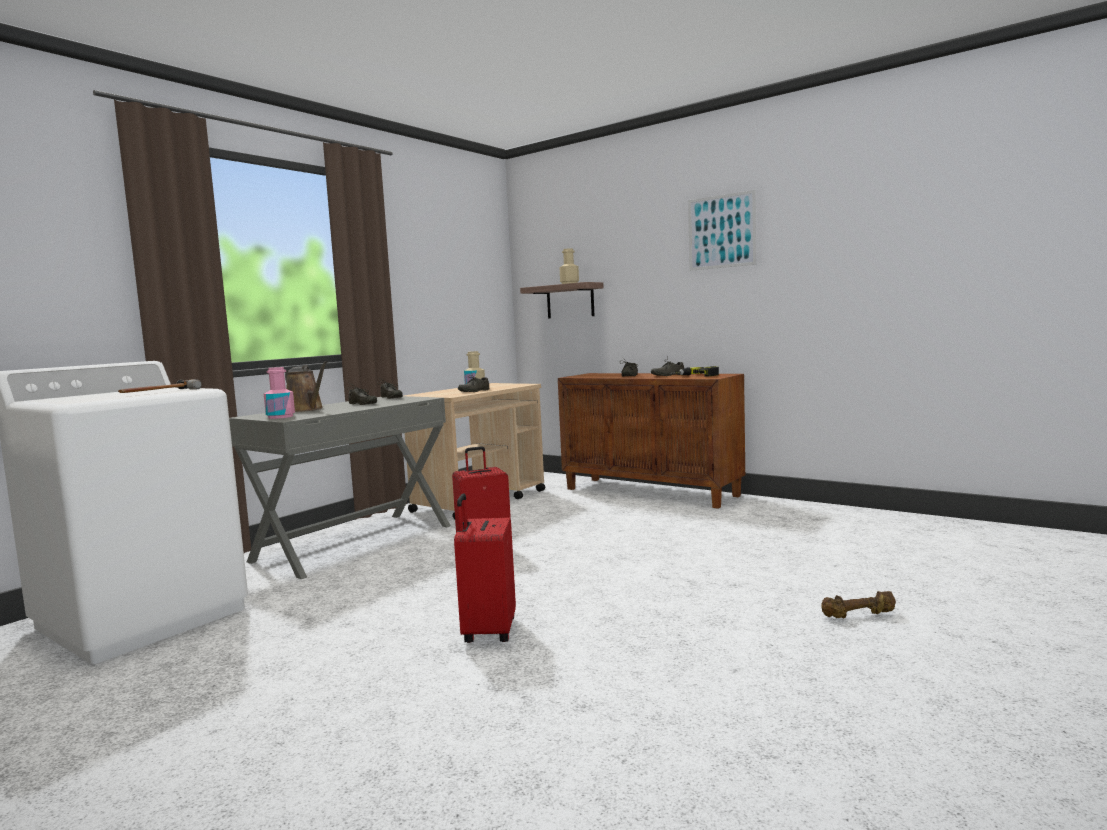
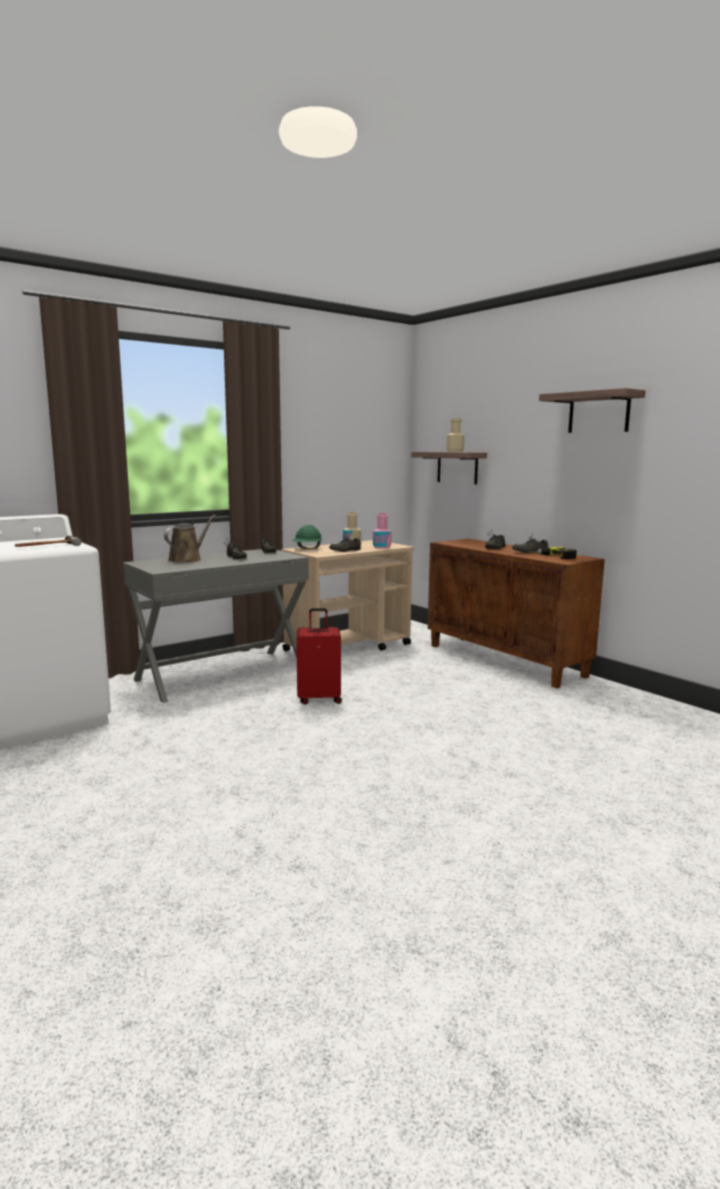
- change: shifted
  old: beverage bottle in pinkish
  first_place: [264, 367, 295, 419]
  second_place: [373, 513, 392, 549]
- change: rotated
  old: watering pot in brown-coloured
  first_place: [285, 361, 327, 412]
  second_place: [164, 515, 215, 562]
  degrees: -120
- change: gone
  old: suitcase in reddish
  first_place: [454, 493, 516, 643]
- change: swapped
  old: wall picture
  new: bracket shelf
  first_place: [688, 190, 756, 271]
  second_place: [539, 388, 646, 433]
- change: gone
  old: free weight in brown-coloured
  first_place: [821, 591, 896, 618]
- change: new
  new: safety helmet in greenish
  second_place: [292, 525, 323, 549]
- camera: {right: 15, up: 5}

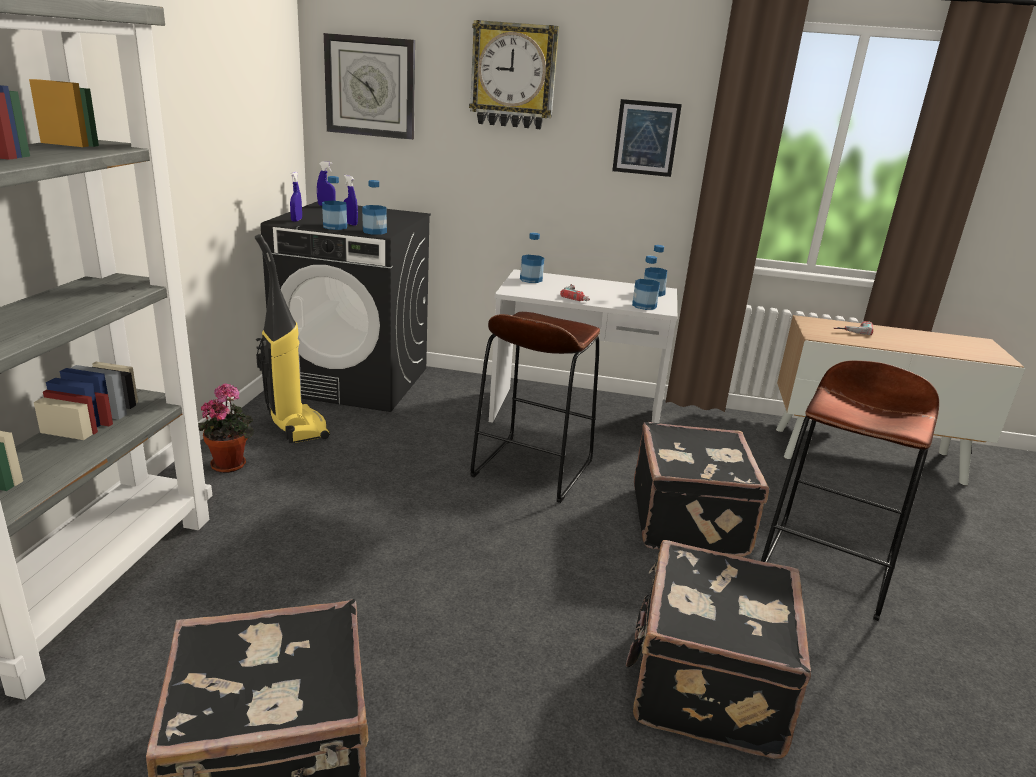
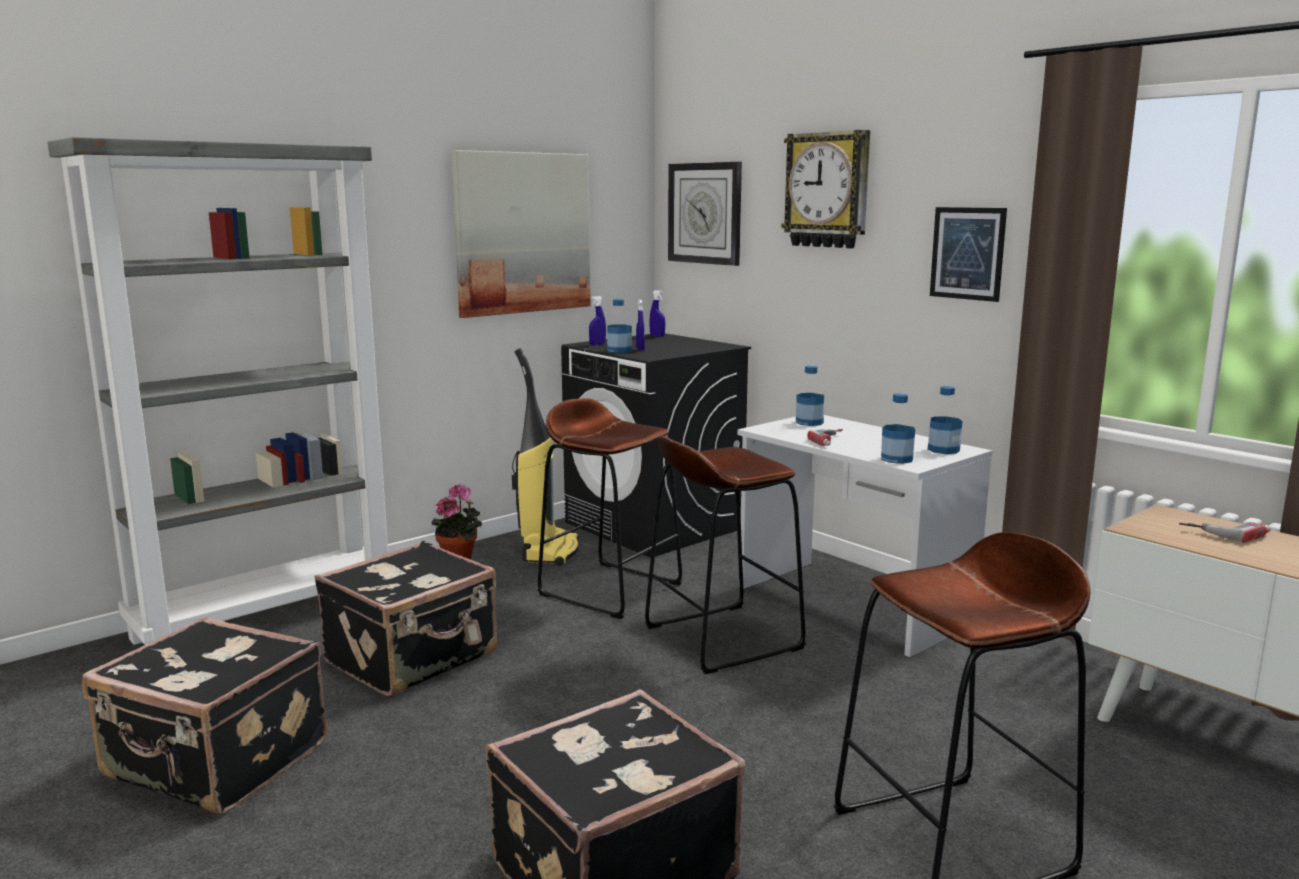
- change: gone
  old: beverage bottle
  first_place: [362, 180, 387, 235]
- change: shifted
  old: suitcase in black
  first_place: [634, 422, 769, 557]
  second_place: [315, 541, 497, 697]
- change: new
  new: wall picture
  second_place: [451, 150, 591, 318]
- change: new
  new: stool in brown-coloured
  second_place: [538, 398, 683, 619]
- camera: {right: 40, up: -10}

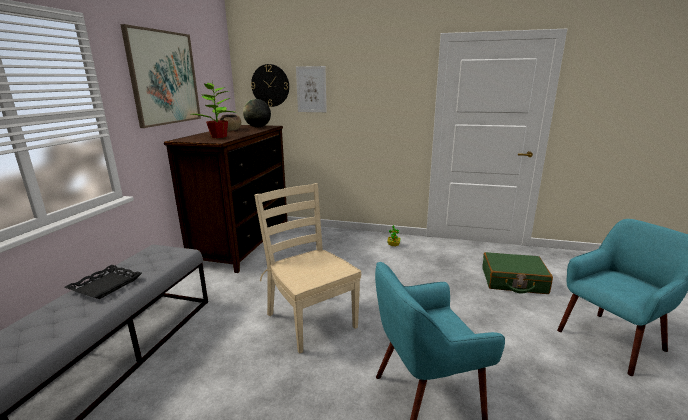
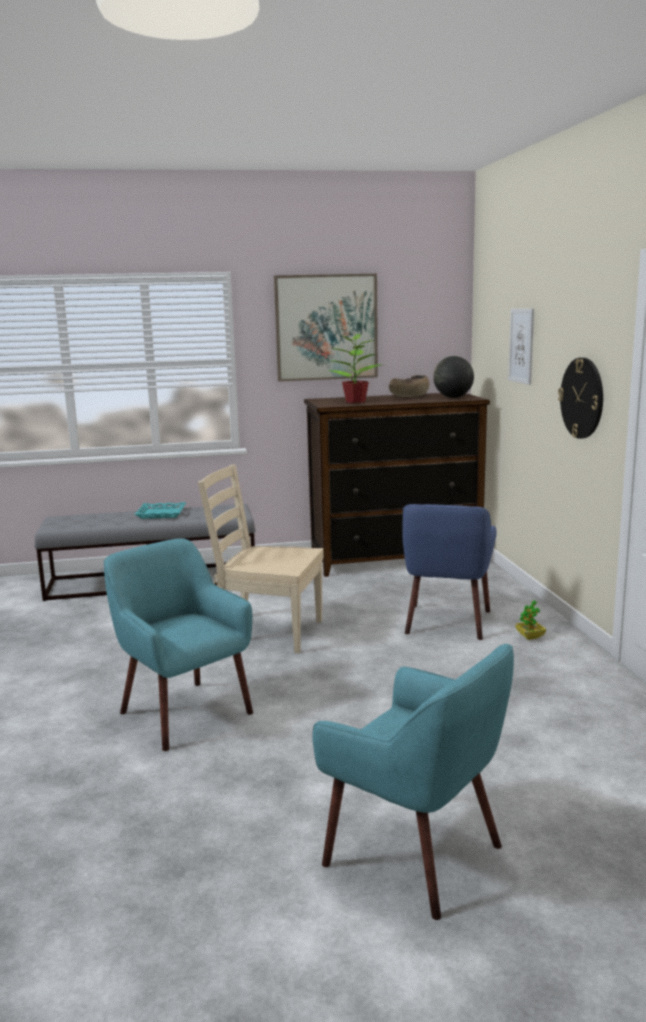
- change: repainted
  old: carrying tray in black
  new: carrying tray in blue-green
  first_place: [64, 265, 142, 299]
  second_place: [135, 502, 186, 519]
- change: shifted
  old: wall clock
  first_place: [251, 64, 289, 107]
  second_place: [558, 358, 603, 439]
- change: rotated
  old: plain chair in beige-coloured
  first_place: [254, 183, 361, 354]
  second_place: [198, 464, 324, 653]
  degrees: -105
- change: gone
  old: suitcase in greenish
  first_place: [482, 252, 553, 294]
- change: new
  new: armchair in bluish
  second_place: [402, 504, 496, 640]
- camera: {right: 65, up: -5}

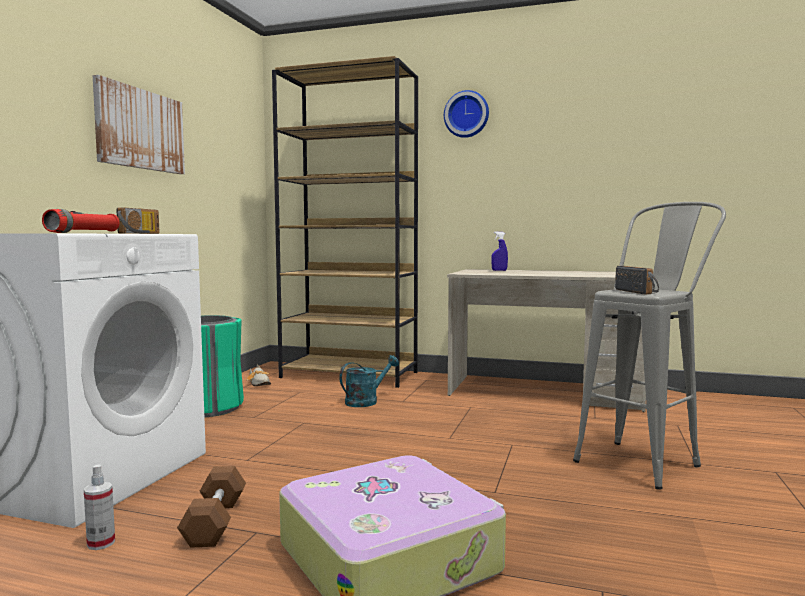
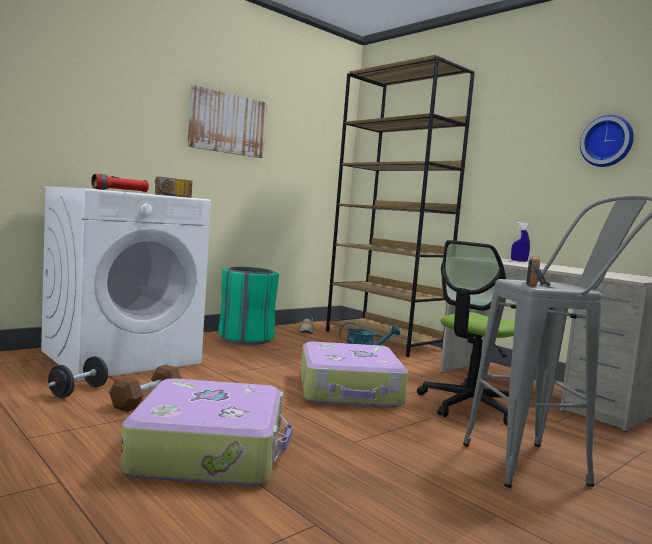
- change: swapped
  old: hand sprayer
  new: free weight in black
  first_place: [84, 464, 115, 550]
  second_place: [48, 356, 108, 398]
- change: shifted
  old: wall clock
  first_place: [444, 90, 489, 138]
  second_place: [580, 115, 634, 167]
- change: new
  new: suitcase
  second_place: [301, 342, 408, 407]
- change: new
  new: office chair
  second_place: [417, 240, 515, 425]
- camera: {right: 30, up: 0}

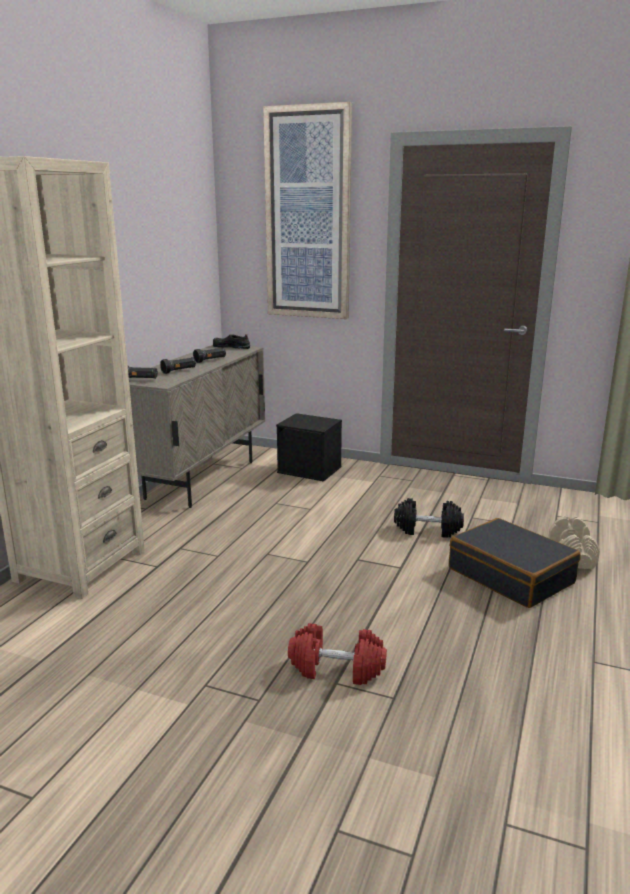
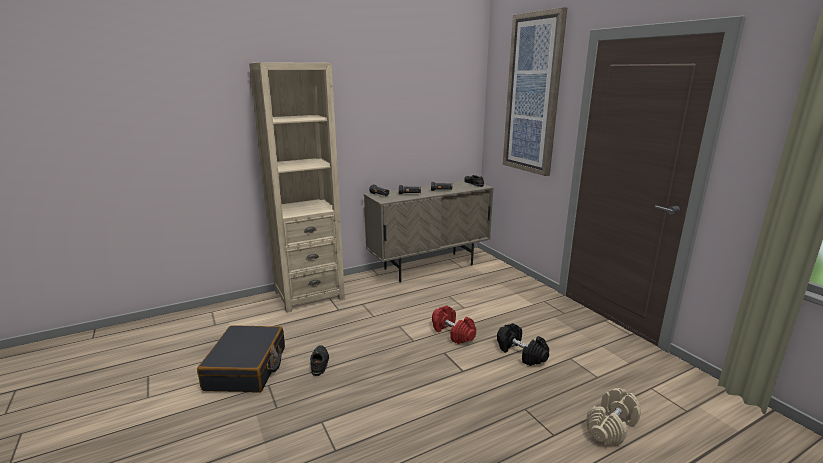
- change: gone
  old: storage box in black
  first_place: [276, 413, 342, 482]
- change: shifted
  old: free weight in reddish
  first_place: [288, 623, 387, 685]
  second_place: [432, 305, 476, 344]
- change: shifted
  old: suitcase in black
  first_place: [449, 518, 581, 608]
  second_place: [197, 325, 285, 393]
- change: new
  new: low shoe in black
  second_place: [310, 345, 329, 376]
- camera: {right: 40, up: 0}

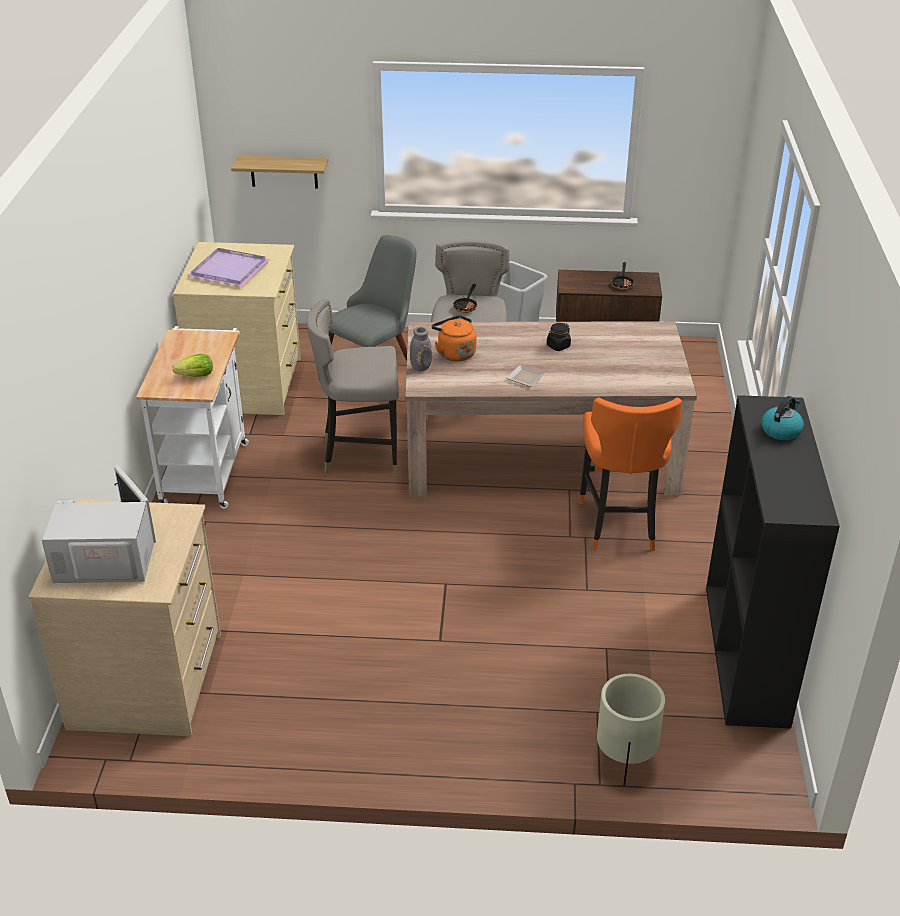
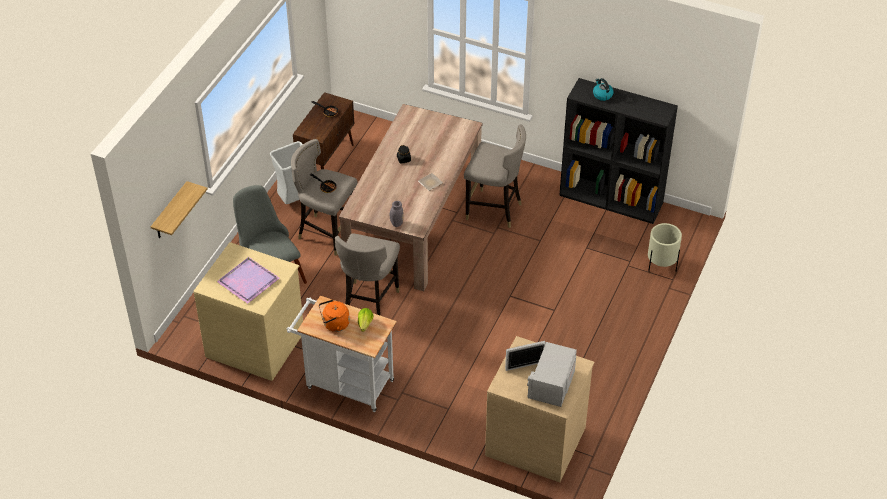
- change: shifted
  old: water kettle in orangey
  first_place: [431, 315, 476, 362]
  second_place: [319, 299, 350, 332]
- change: repainted
  old: stool in orangey
  new: stool in grey
  first_place: [579, 398, 682, 551]
  second_place: [464, 124, 526, 228]
- camera: {right: -70, up: 10}

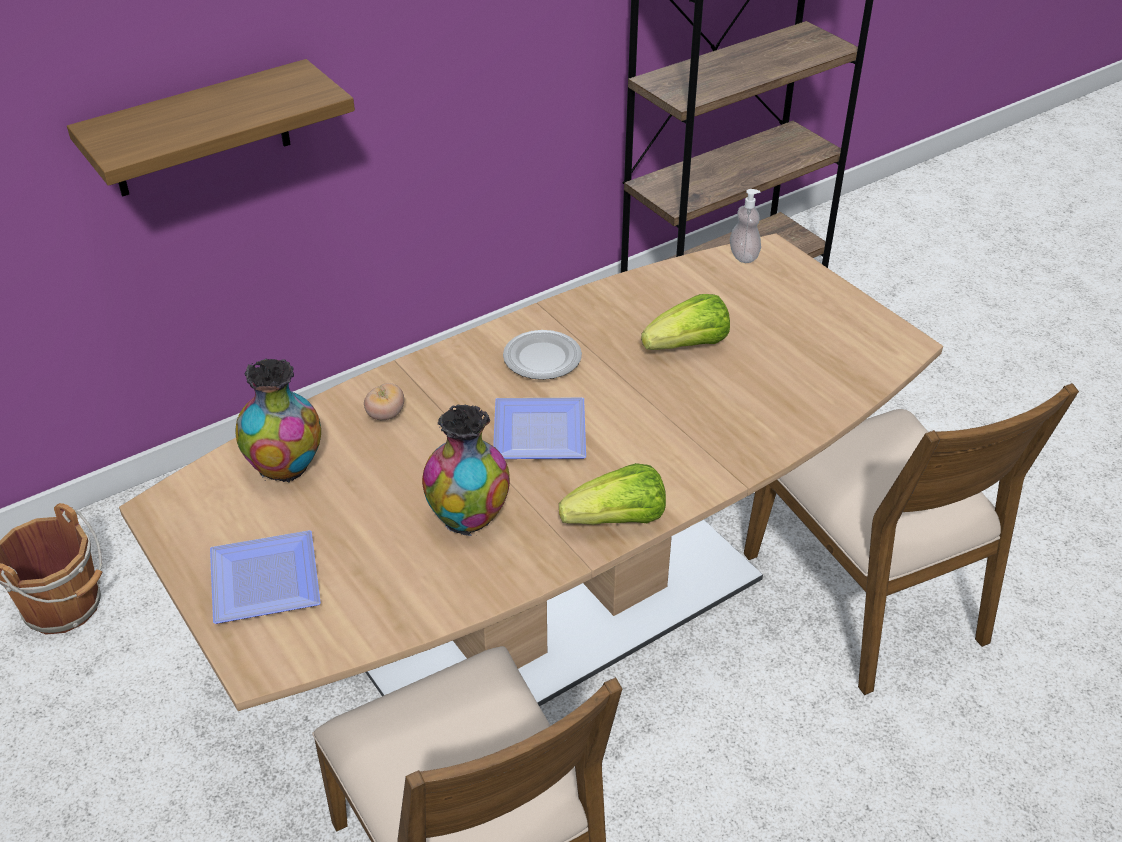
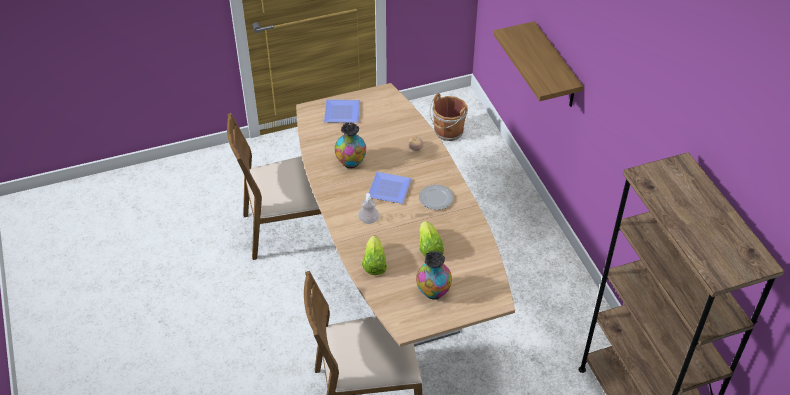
- change: shifted
  old: vase
  first_place: [235, 359, 321, 482]
  second_place: [416, 251, 452, 299]
- change: shifted
  old: lettuce
  first_place: [559, 463, 666, 525]
  second_place: [362, 236, 387, 275]
- change: shifted
  old: liquid soap bottle
  first_place: [730, 189, 761, 263]
  second_place: [358, 193, 379, 224]
- camera: {right: 105, up: 5}

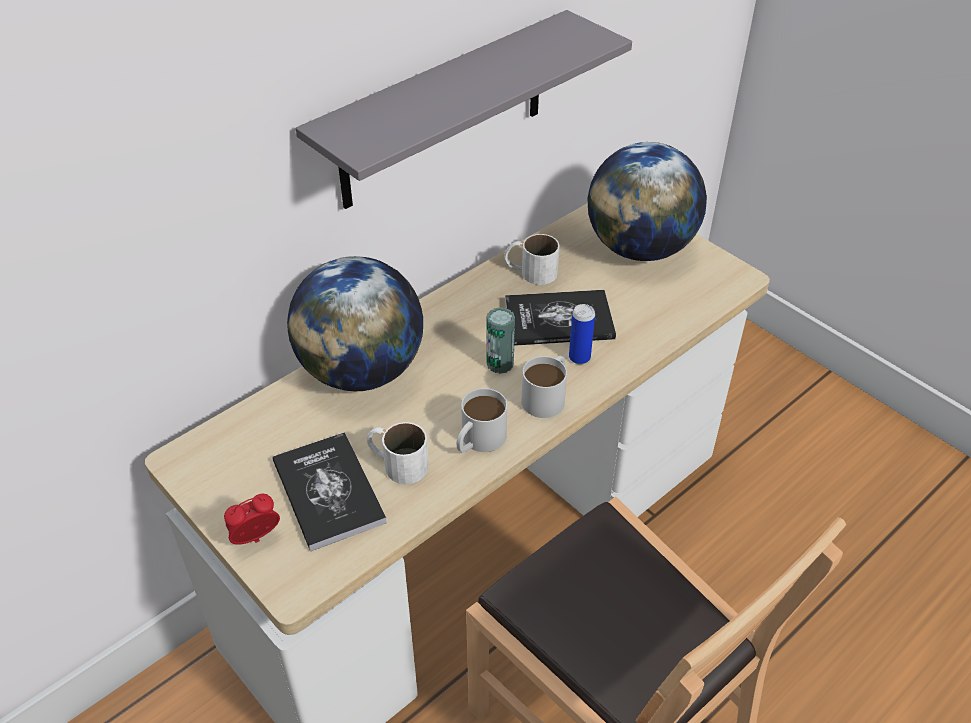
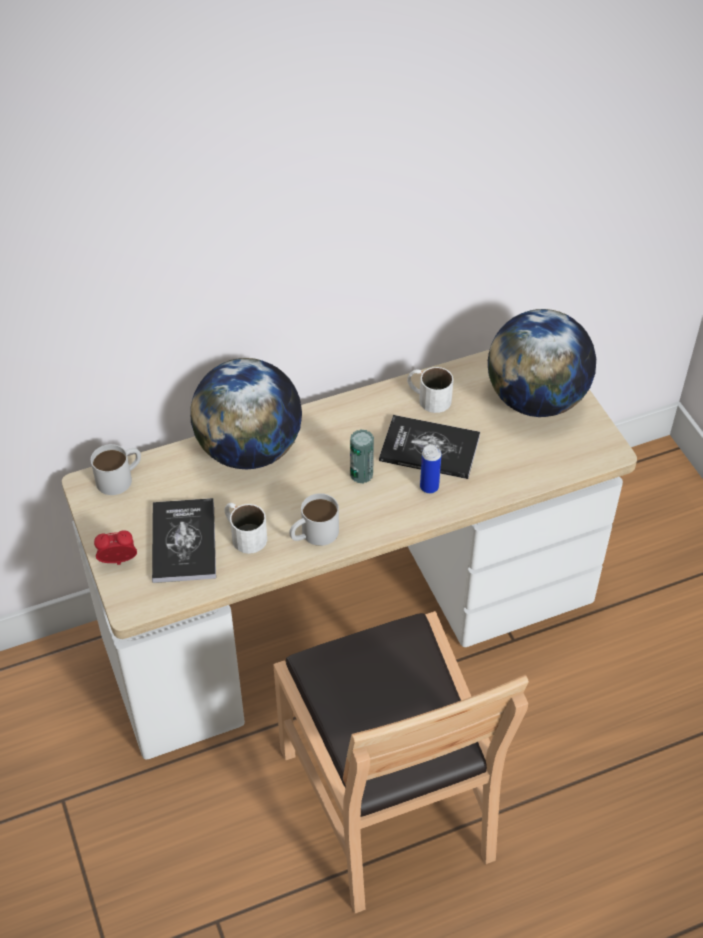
- change: gone
  old: bracket shelf in grey
  first_place: [296, 10, 632, 209]
- change: shifted
  old: tea mug in whitish
  first_place: [521, 356, 567, 418]
  second_place: [91, 444, 141, 495]
- camera: {right: 20, up: 5}

